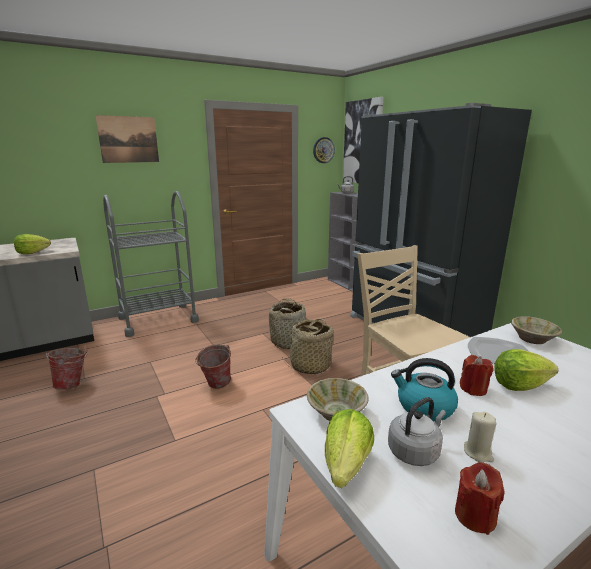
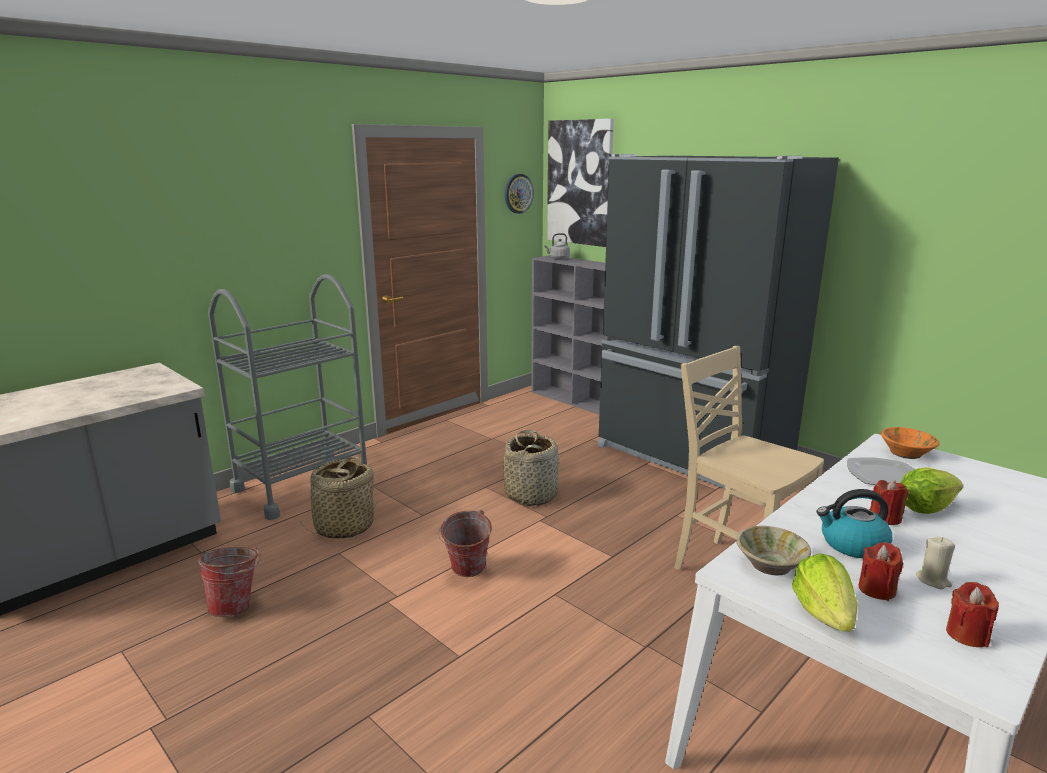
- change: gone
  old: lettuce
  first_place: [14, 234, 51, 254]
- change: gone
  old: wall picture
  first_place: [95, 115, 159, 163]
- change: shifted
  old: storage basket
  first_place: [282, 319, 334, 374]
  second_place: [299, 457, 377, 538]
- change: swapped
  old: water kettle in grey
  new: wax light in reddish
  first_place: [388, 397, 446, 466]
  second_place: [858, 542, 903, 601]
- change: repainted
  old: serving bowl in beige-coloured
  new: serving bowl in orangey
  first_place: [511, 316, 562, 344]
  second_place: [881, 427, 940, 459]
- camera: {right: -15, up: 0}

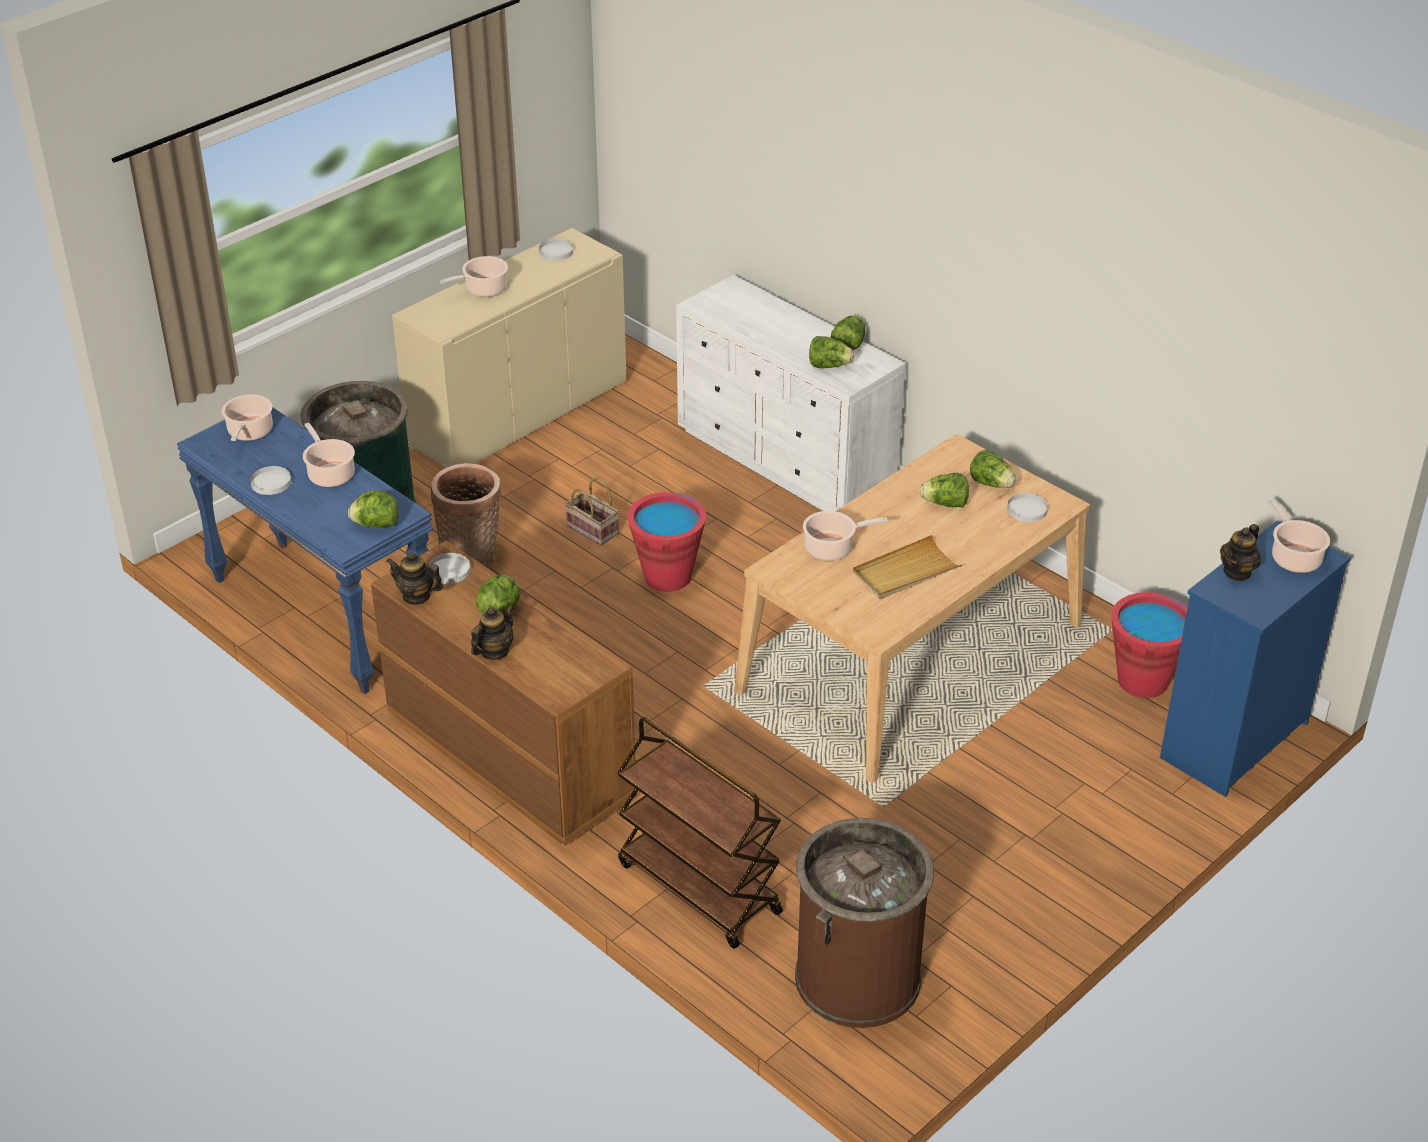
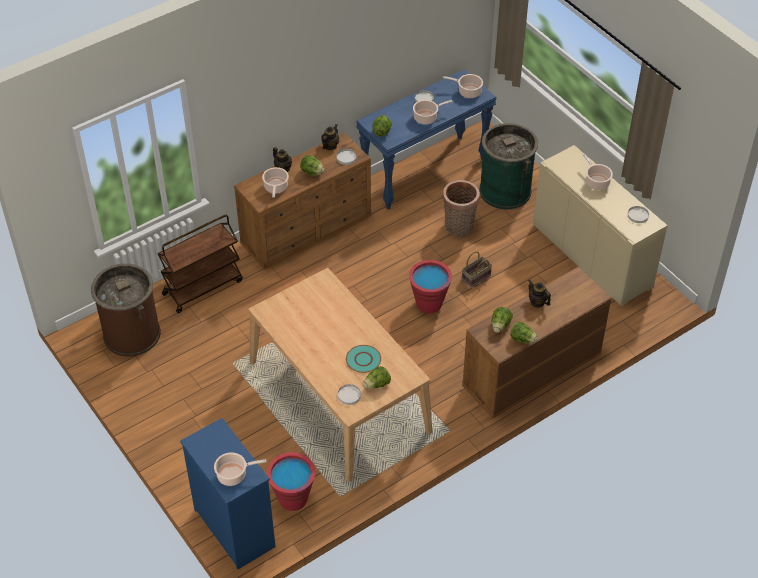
- change: repainted
  old: chest of drawers in whitish
  new: chest of drawers in brown-coloured
  first_place: [676, 275, 906, 511]
  second_place: [462, 267, 612, 418]
- change: shifted
  old: cooking pot
  first_place: [803, 511, 888, 561]
  second_place: [262, 167, 289, 198]
- change: gone
  old: carrying tray in beige-coloured
  first_place: [853, 535, 963, 599]
- change: swapped
  old: lettuce
  new: plate in blue-green
  first_place: [920, 473, 969, 507]
  second_place: [346, 345, 381, 373]
- change: shifted
  old: teapot
  first_place: [1220, 524, 1261, 581]
  second_place: [528, 280, 551, 307]
- camera: {right: 100, up: 10}

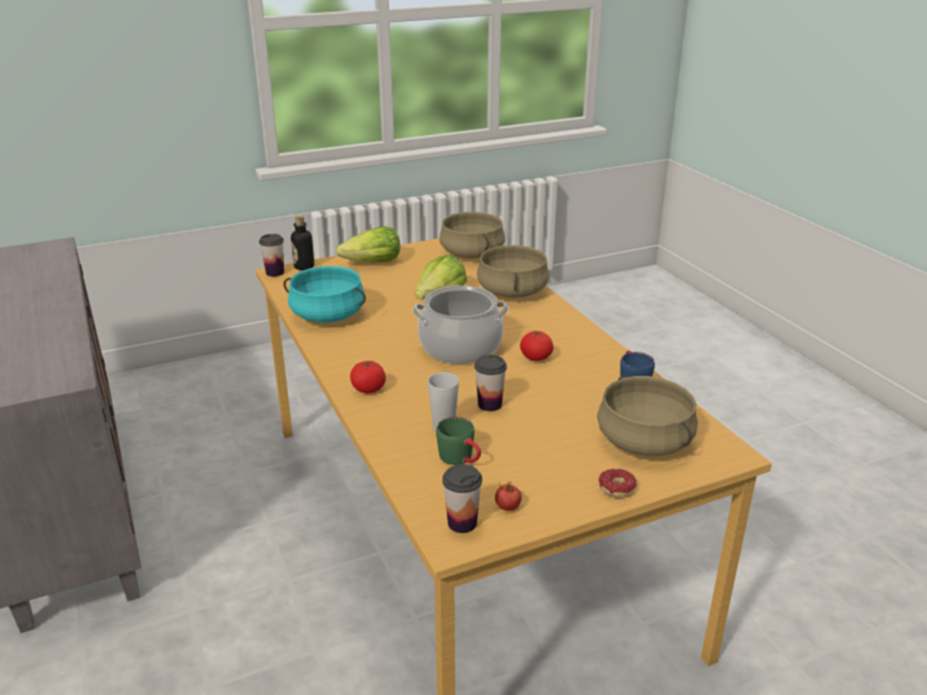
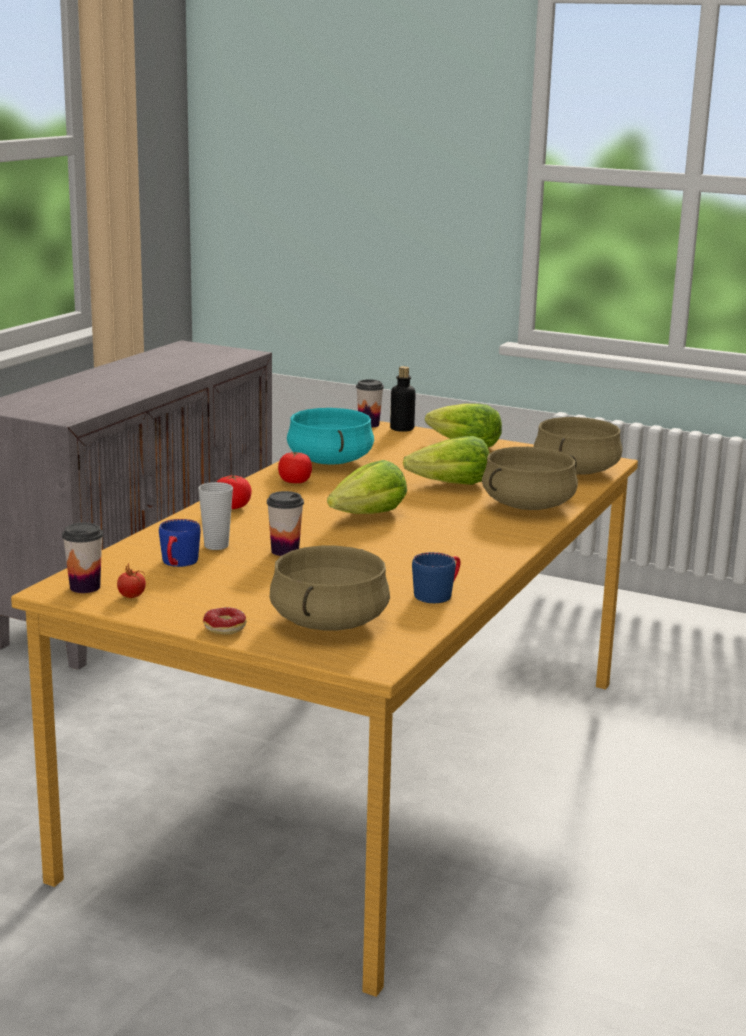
- change: swapped
  old: cooking pot
  new: lettuce
  first_place: [412, 285, 509, 364]
  second_place: [327, 460, 407, 514]
- change: repainted
  old: tea mug in greenish
  new: tea mug in bluish
  first_place: [436, 417, 481, 465]
  second_place: [159, 519, 201, 567]
- change: shifted
  old: whole tomato
  first_place: [520, 330, 554, 361]
  second_place: [278, 452, 312, 483]
- camera: {right: 50, up: -10}

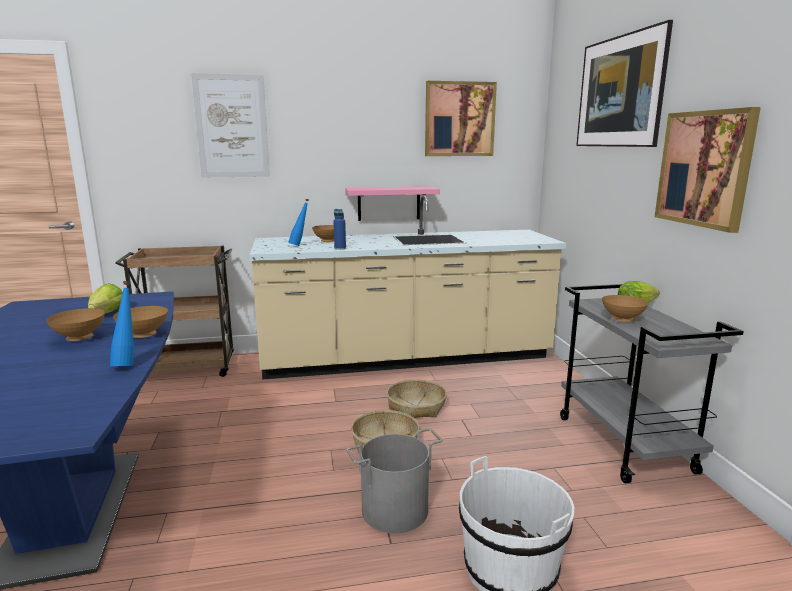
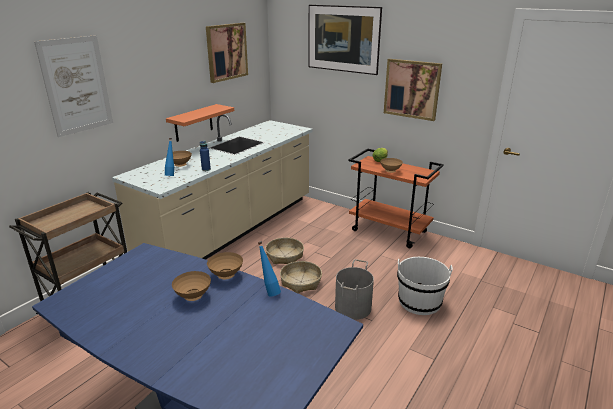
- change: gone
  old: lettuce
  first_place: [88, 283, 123, 313]
- change: repainted
  old: bracket shelf in pinkish
  new: bracket shelf in orangey
  first_place: [345, 186, 440, 221]
  second_place: [166, 104, 234, 142]
- change: repainted
  old: trolley in grey
  new: trolley in orangey
  first_place: [560, 284, 744, 483]
  second_place: [348, 148, 444, 248]
- camera: {right: -45, up: 10}

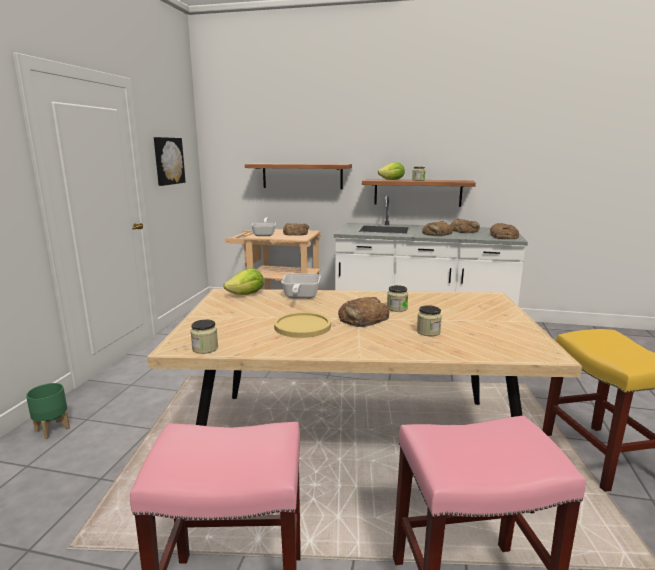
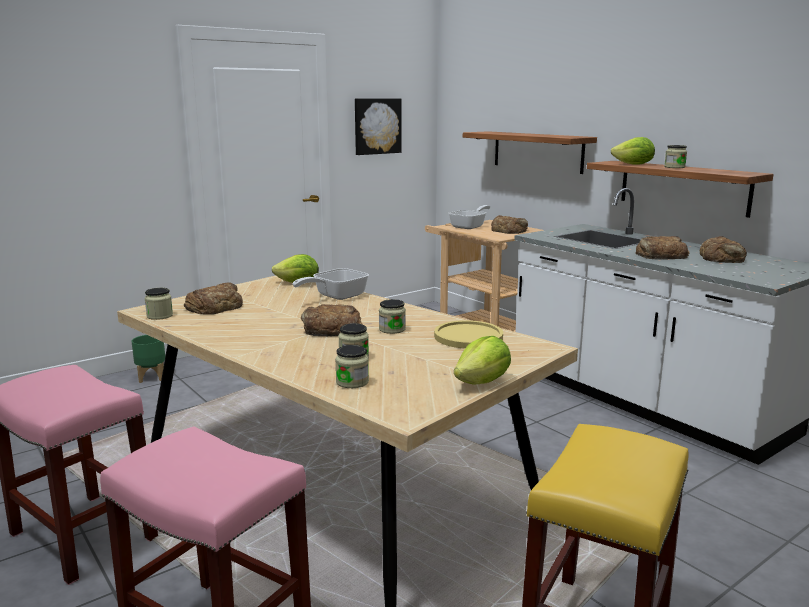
- change: shifted
  old: plate in yellow-coloured
  first_place: [274, 312, 331, 338]
  second_place: [434, 320, 503, 349]
- change: shifted
  old: bread
  first_place: [490, 223, 519, 239]
  second_place: [184, 282, 243, 314]
- change: new
  new: jar
  second_place: [335, 345, 369, 388]
- change: new
  new: lettuce
  second_place: [454, 336, 511, 385]
- camera: {right: 40, up: 0}

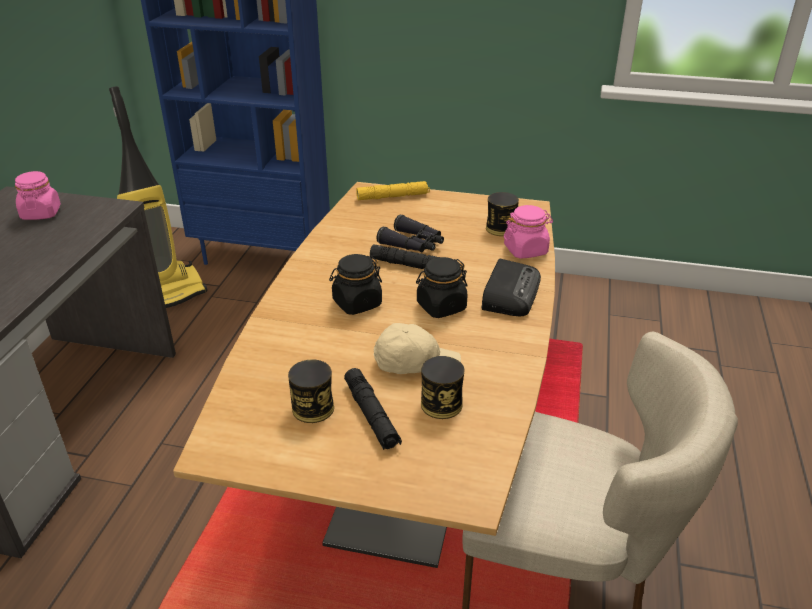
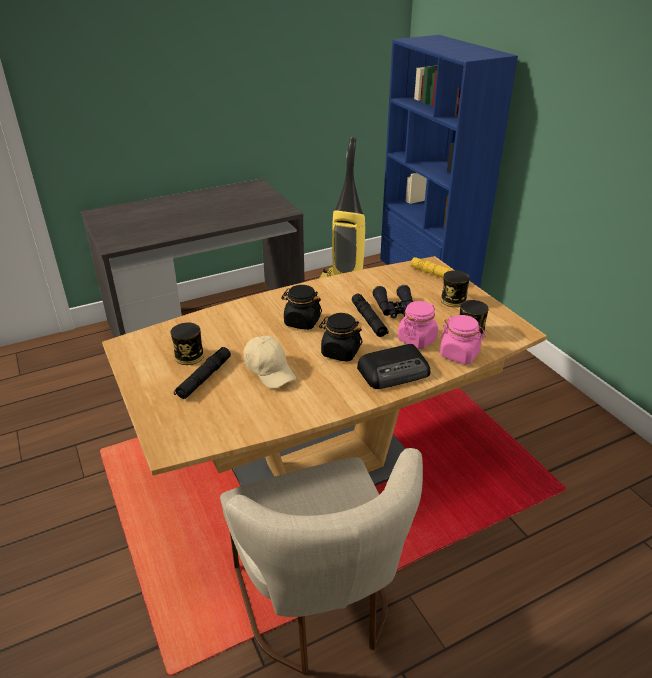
- change: shifted
  old: jar in pinkish
  first_place: [15, 171, 61, 220]
  second_place: [398, 301, 438, 349]
- change: shifted
  old: sealed can
  first_place: [421, 356, 465, 419]
  second_place: [441, 270, 470, 307]
- camera: {right: 50, up: 0}

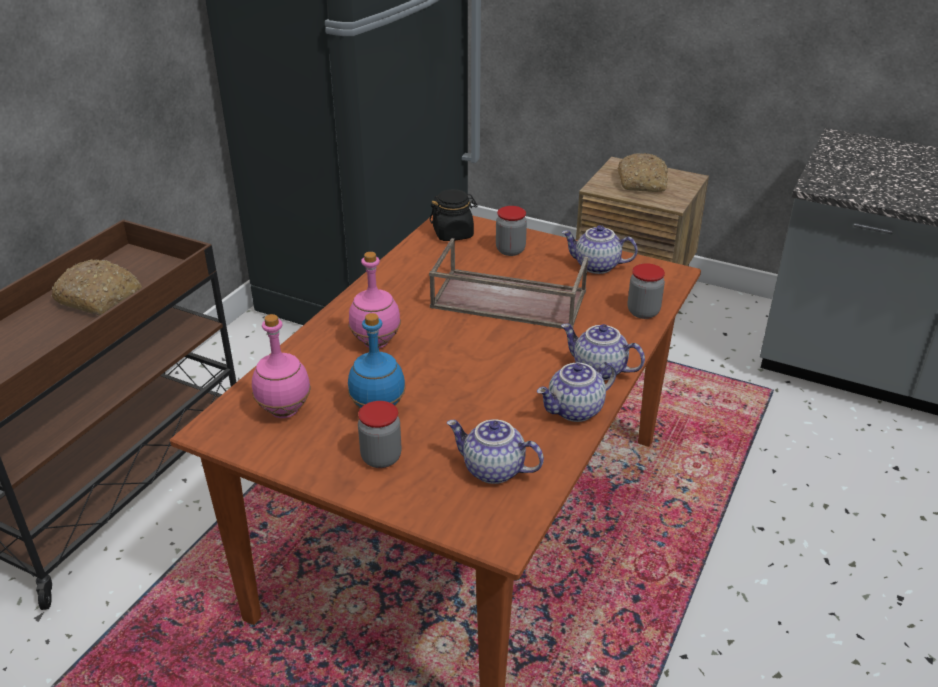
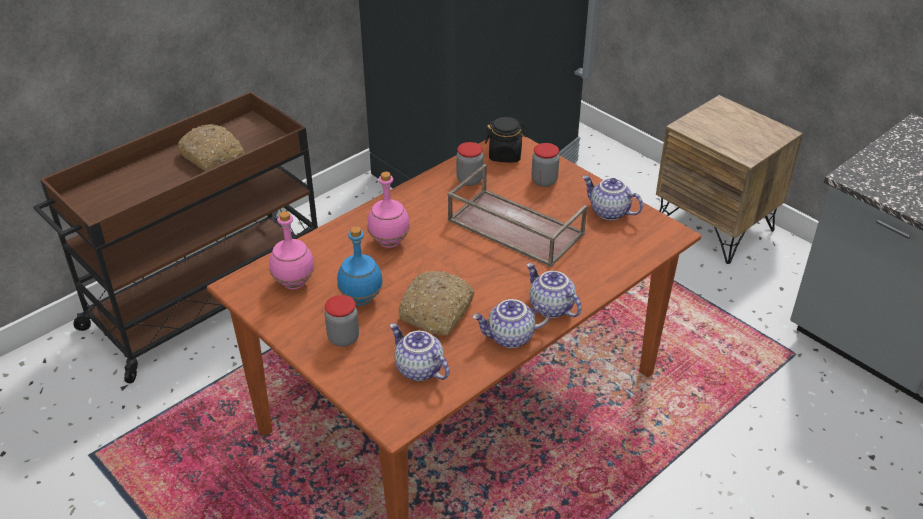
- change: shifted
  old: bread
  first_place: [618, 153, 668, 192]
  second_place: [399, 271, 474, 335]
- change: shifted
  old: jar
  first_place: [628, 263, 665, 319]
  second_place: [456, 142, 483, 186]
- camera: {right: 20, up: 5}

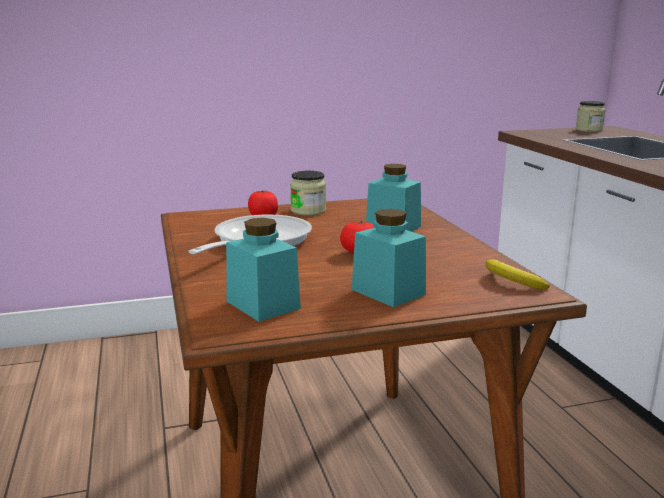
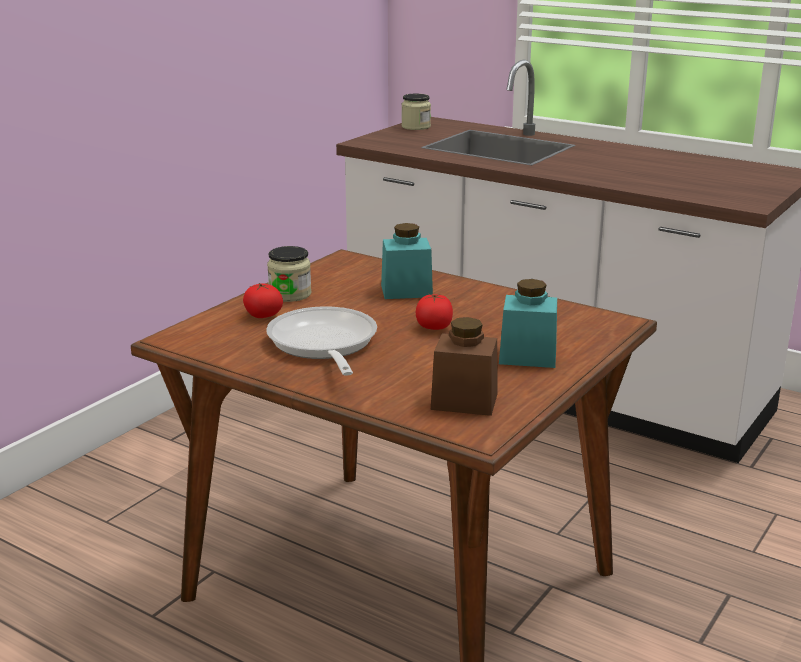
- change: repainted
  old: jar in blue-green
  new: jar in brown-coloured
  first_place: [226, 218, 301, 322]
  second_place: [431, 317, 498, 416]
- change: gone
  old: banana
  first_place: [486, 259, 549, 289]
- camera: {right: -40, up: 5}

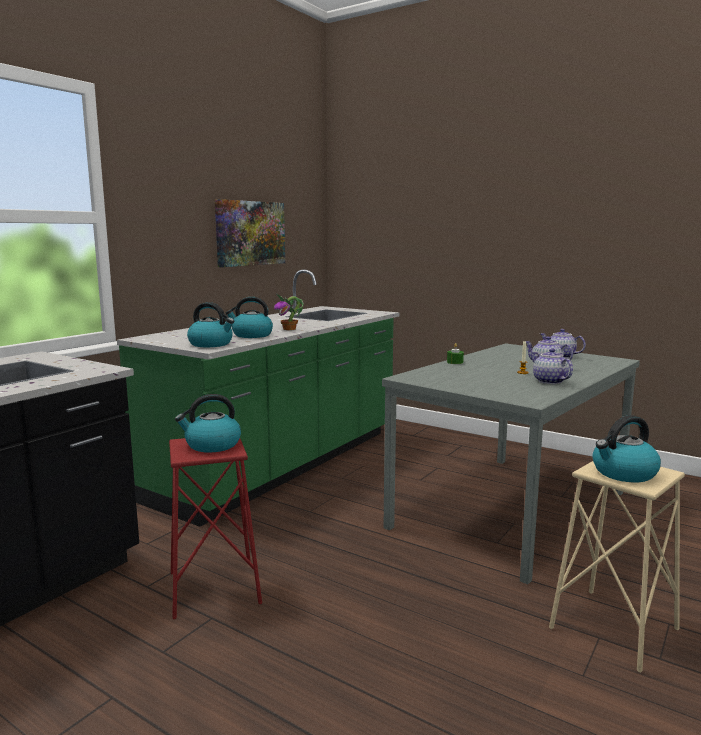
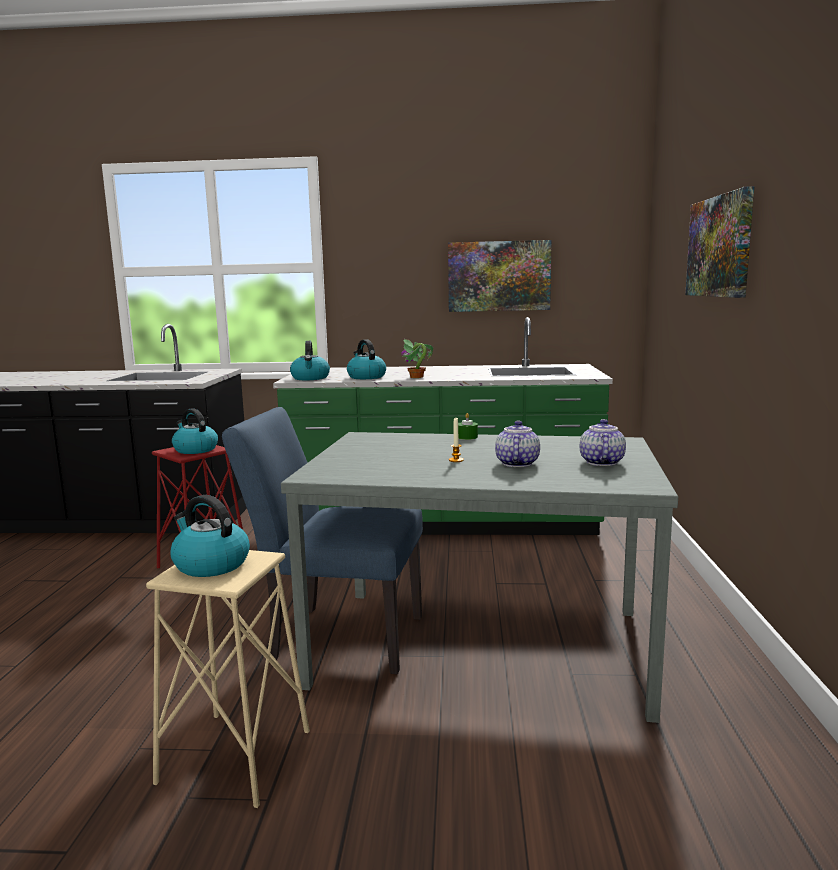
- change: gone
  old: teapot
  first_place: [533, 348, 573, 384]
- change: new
  new: plain chair in bluish
  second_place: [222, 407, 423, 674]
- change: new
  new: wall picture
  second_place: [685, 186, 754, 298]
- camera: {right: 60, up: 0}

